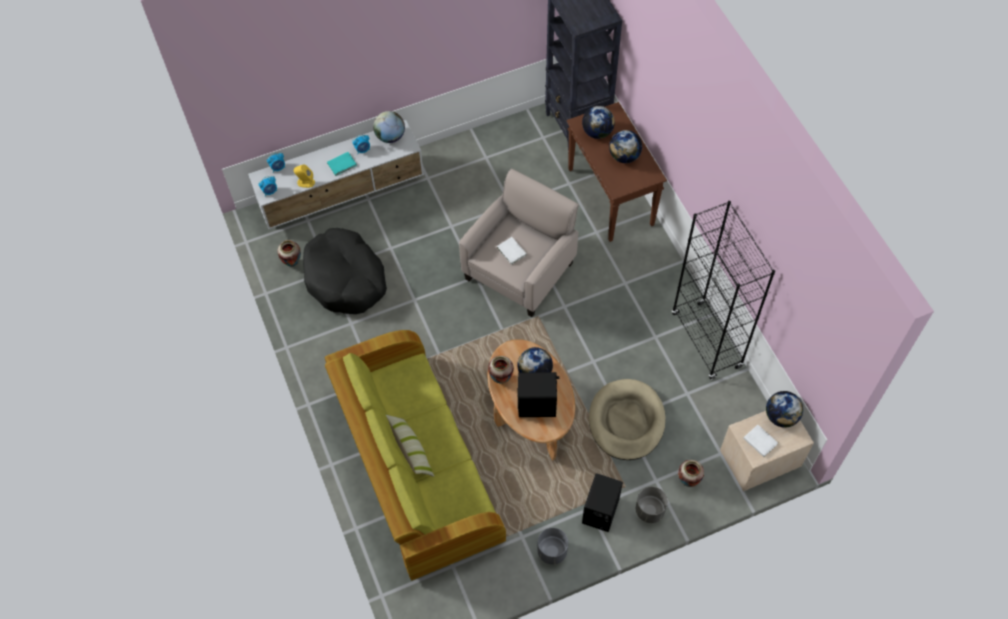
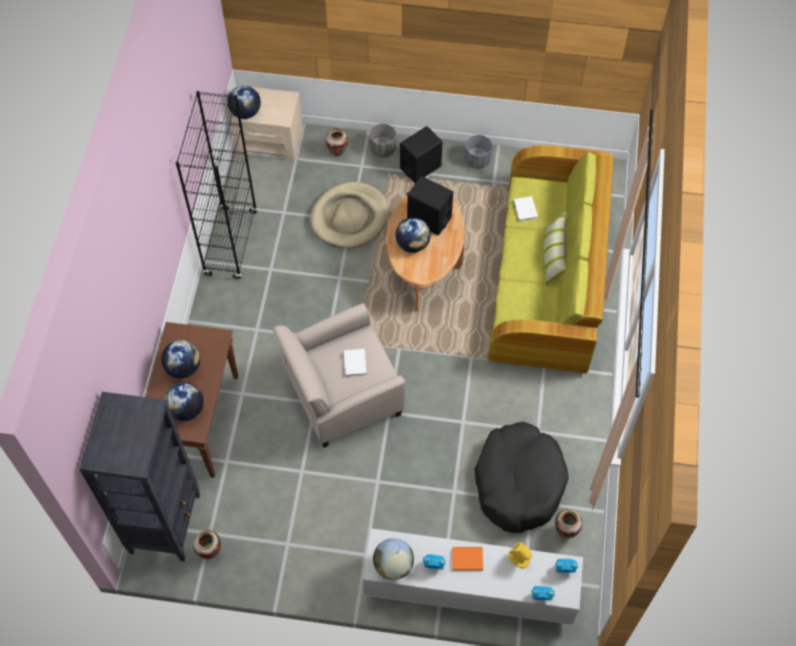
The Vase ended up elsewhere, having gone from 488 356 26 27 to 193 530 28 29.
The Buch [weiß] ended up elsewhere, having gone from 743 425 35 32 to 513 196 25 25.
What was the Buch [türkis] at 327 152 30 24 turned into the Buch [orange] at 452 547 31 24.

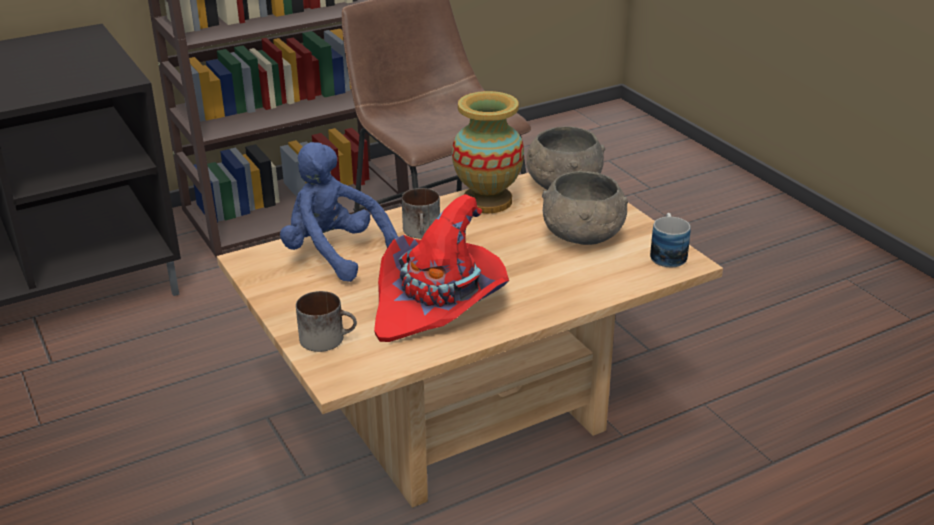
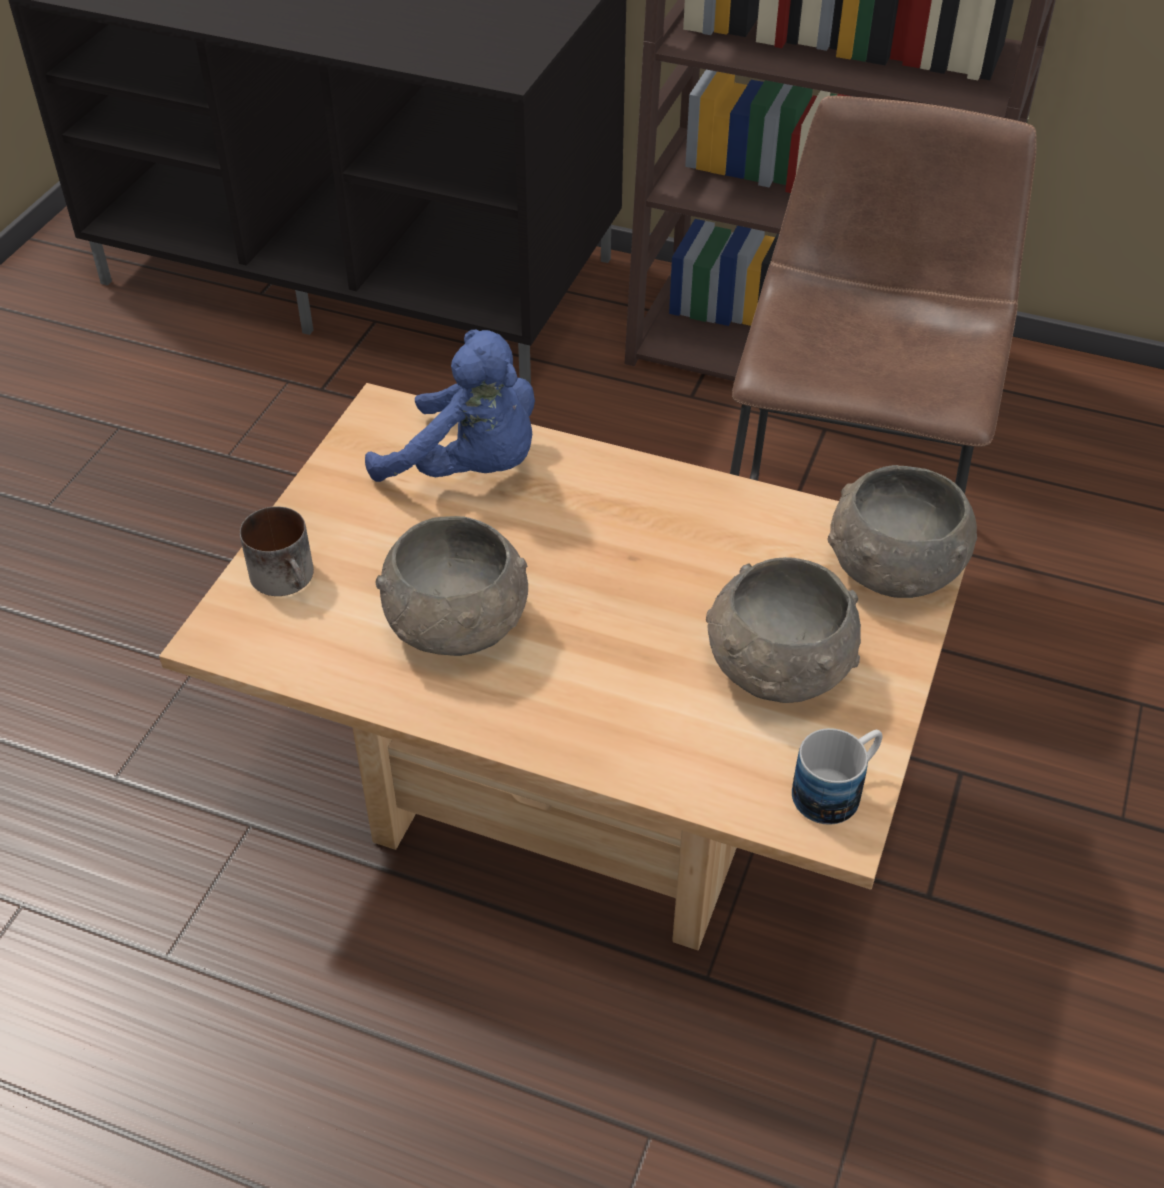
The second view lost the Henkelbecher at 402 188 38 50.
The second view lost the Vase at 452 91 72 122.
Where the Hut [rot] stood at 374 194 135 148, the Schüssel [grau] came to stand at 375 516 153 140.
The Plüschtier [blau] at 280 142 118 140 ended up facing another way, 120 degrees clockwise from before.

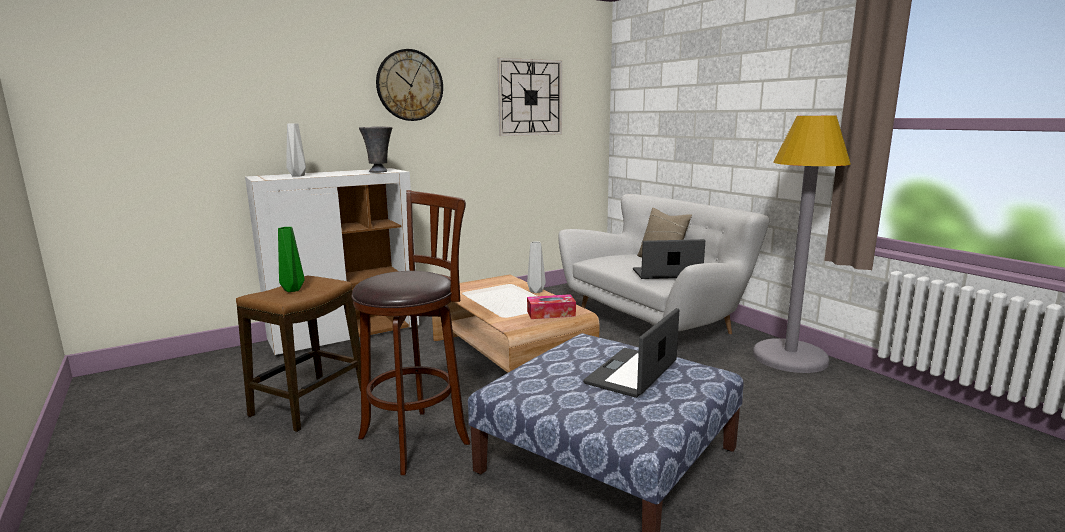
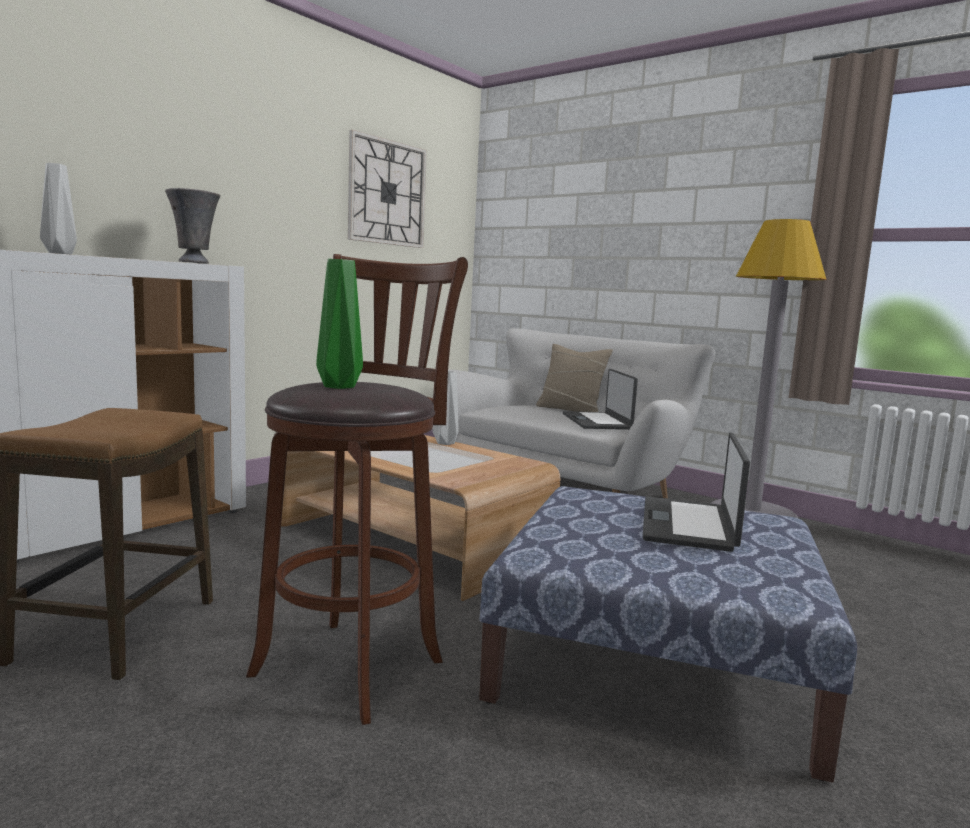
The second view lost the Wanduhr at 376 49 67 72.
The second view lost the Taschentuchbox at 527 294 49 25.
The Vase [grün] ended up elsewhere, having gone from 278 227 27 65 to 316 259 47 130.
The Laptop at 633 239 72 40 ended up facing another way, 75 degrees counterclockwise from before.

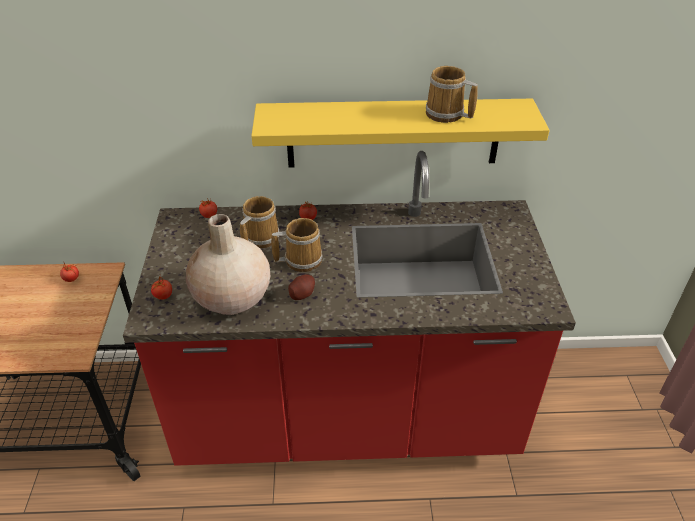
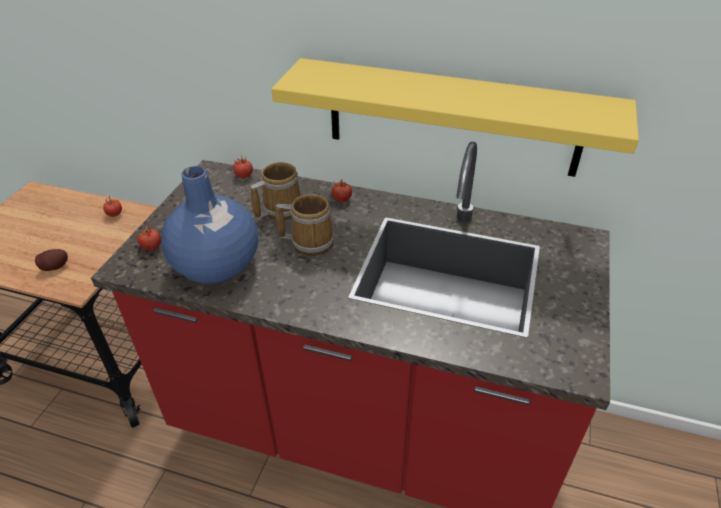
The second view lost the Henkelbecher at 426 66 52 57.
The Kartoffel ended up elsewhere, having gone from 288 274 27 26 to 35 249 33 22.
What was the Vase [beige] at 186 214 84 101 turned into the Vase [blau] at 161 166 97 118.

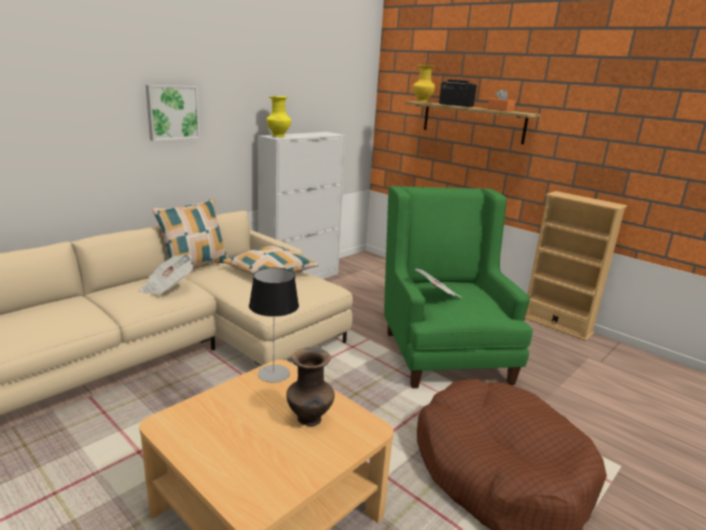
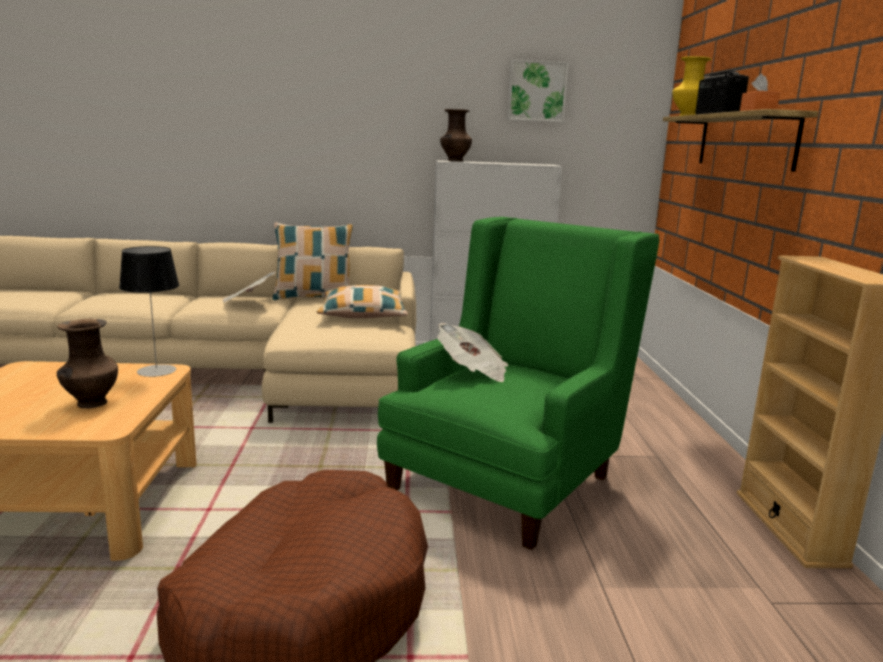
The Bild ended up elsewhere, having gone from 146 85 54 56 to 507 59 62 63.
What was the Vase [gelb] at 266 96 25 41 turned into the Vase [braun] at 440 109 32 53.

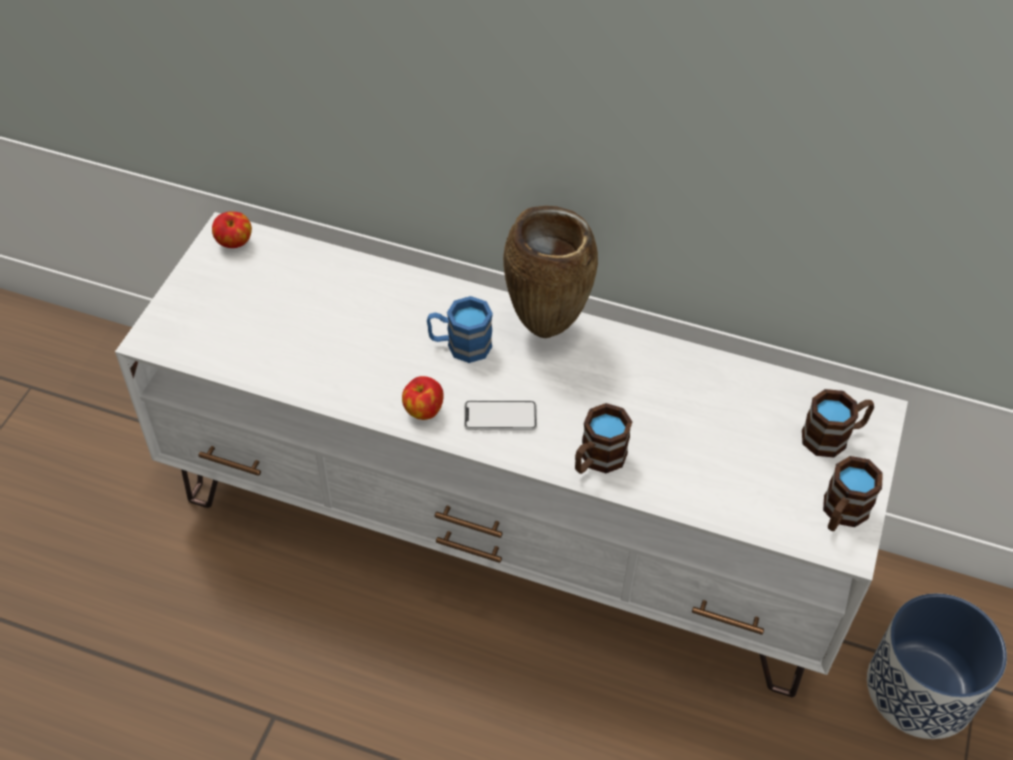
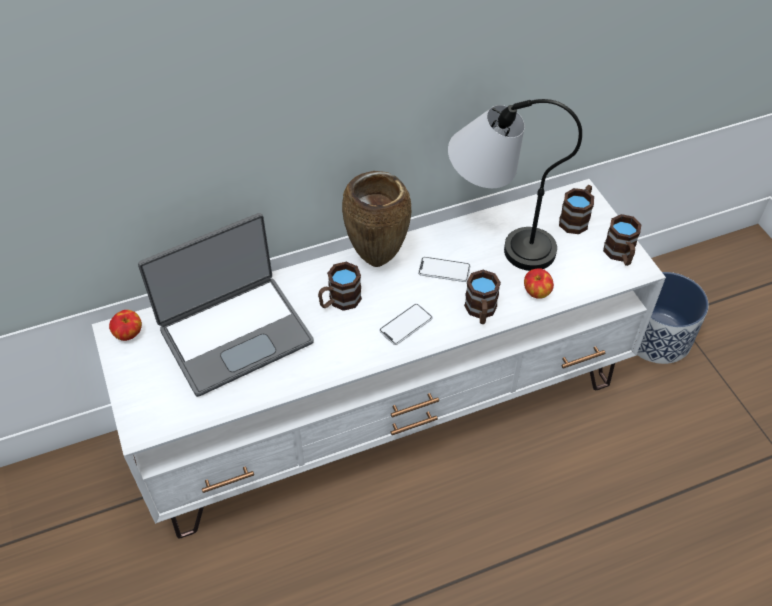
The second view gained the Laptop at 138 213 176 184.
The second view gained the Handy at 418 257 52 25.
The second view gained the Tischlampe at 448 99 134 172.
The Apfel ended up elsewhere, having gone from 402 376 42 44 to 524 268 30 31.
What was the Henkelbecher [blau] at 427 296 66 67 turned into the Henkelbecher [braun] at 318 262 44 49.

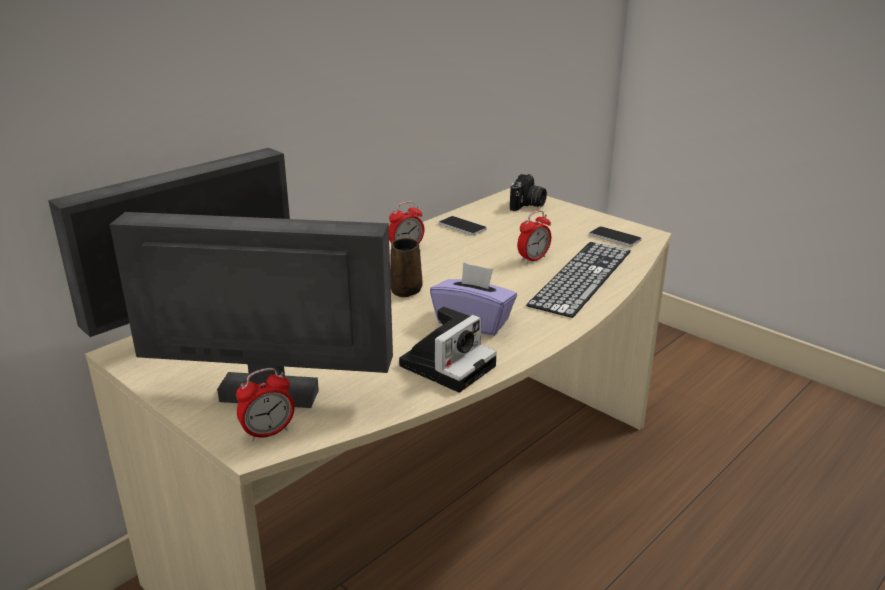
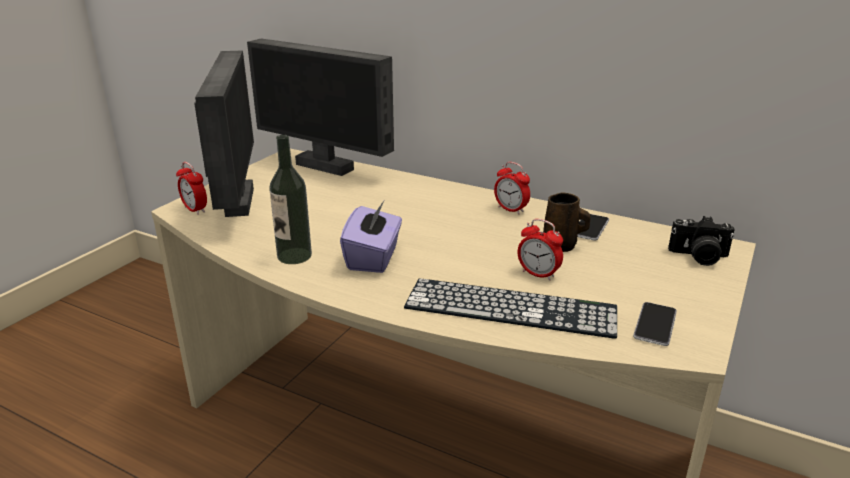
The Henkelbecher [braun] ended up elsewhere, having gone from 390 238 33 59 to 543 192 48 60.
Where the Kamera stood at 399 307 98 86, the Flasche came to stand at 269 135 43 129.

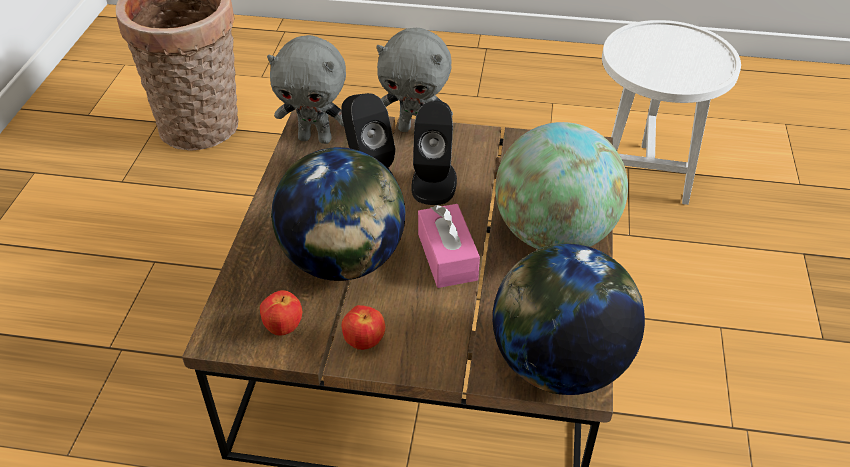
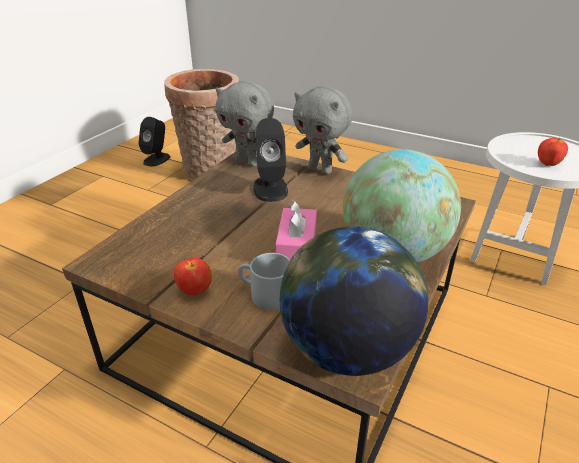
The second view lost the Globus at 271 147 134 134.
The second view gained the Henkelbecher [grau] at 238 253 52 57.
The Apfel ended up elsewhere, having gone from 260 290 42 46 to 538 138 30 28.
The Lautsprecher [schwarz] ended up elsewhere, having gone from 411 101 46 104 to 138 117 32 49.

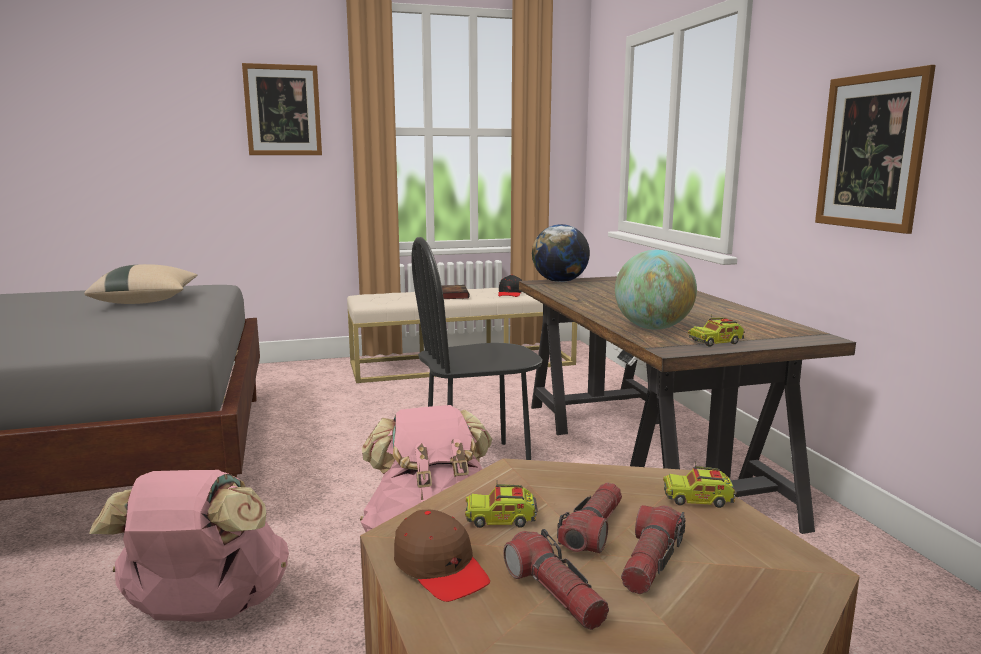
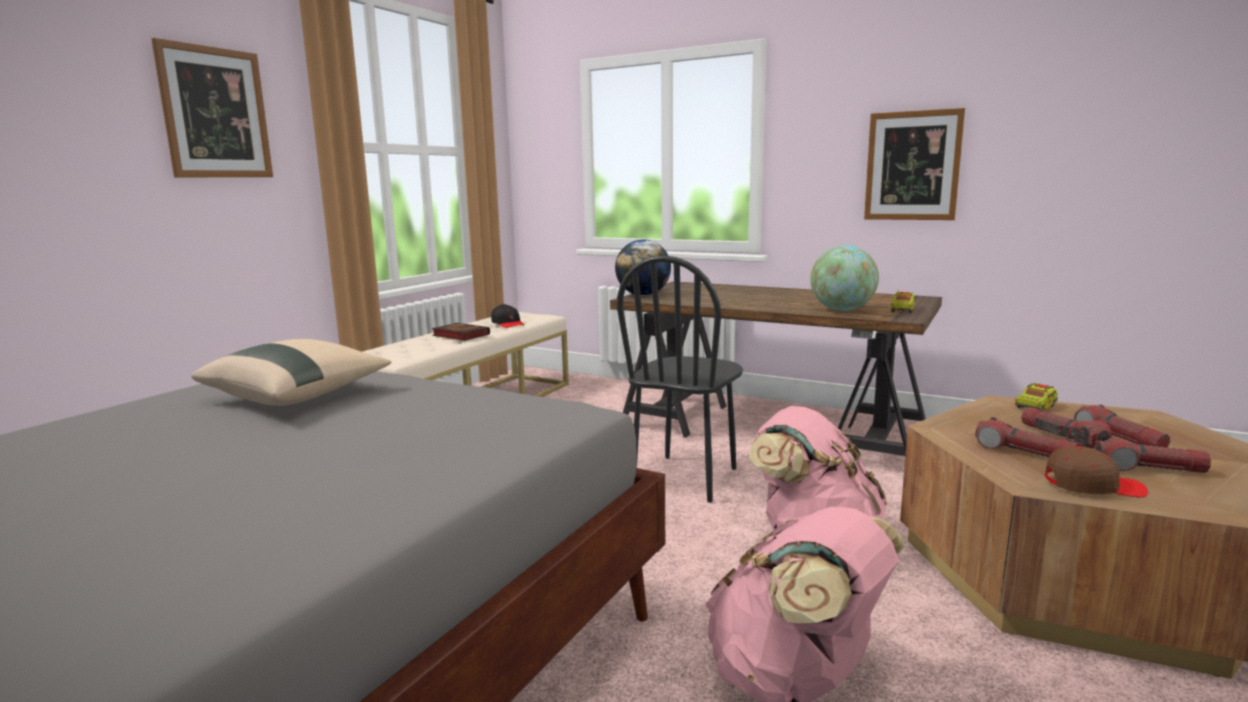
Where the Spielzeuglaster stood at 465 484 73 44, the Taschenlampe came to stand at 975 417 103 40.

